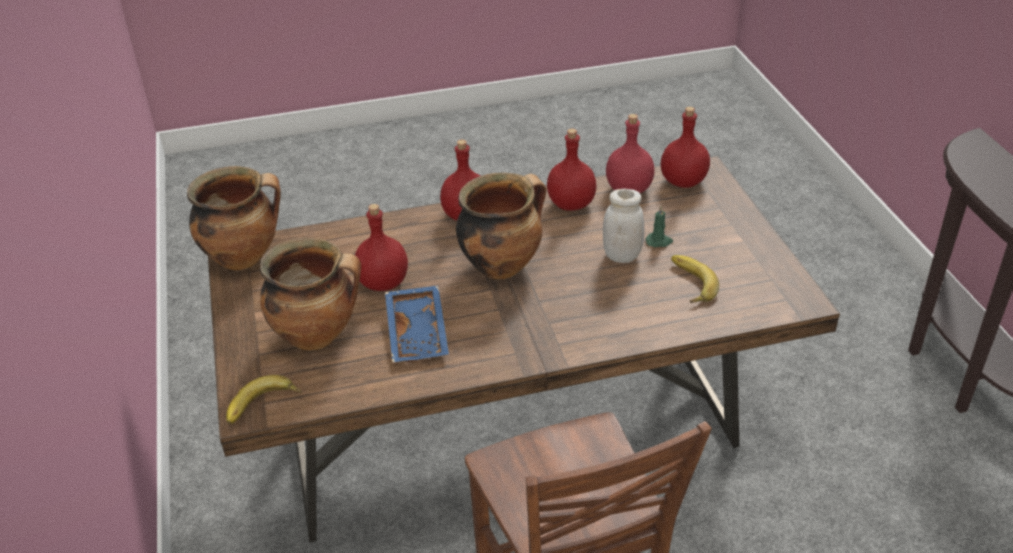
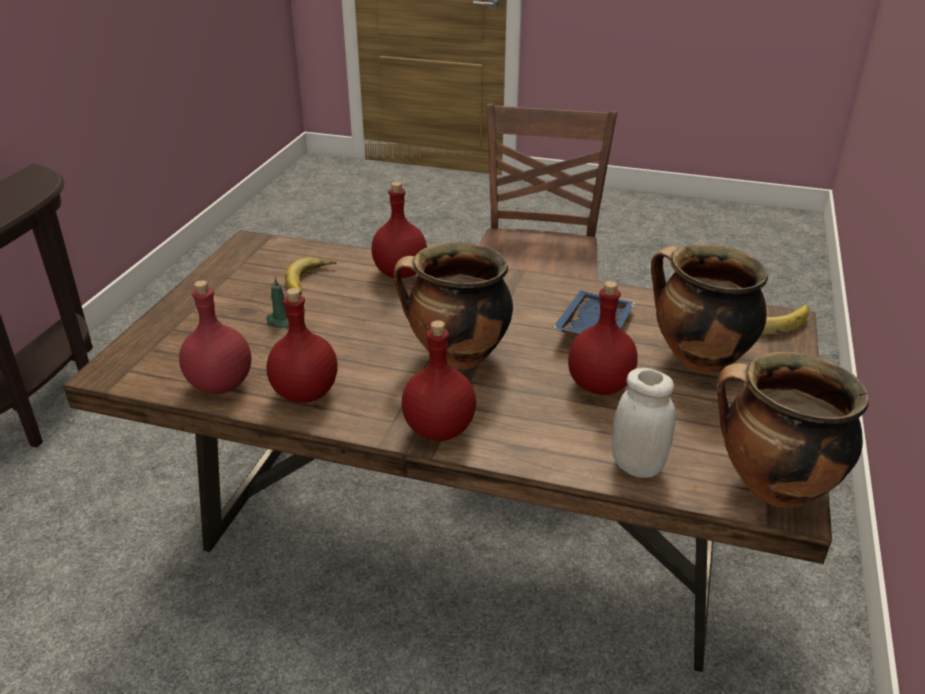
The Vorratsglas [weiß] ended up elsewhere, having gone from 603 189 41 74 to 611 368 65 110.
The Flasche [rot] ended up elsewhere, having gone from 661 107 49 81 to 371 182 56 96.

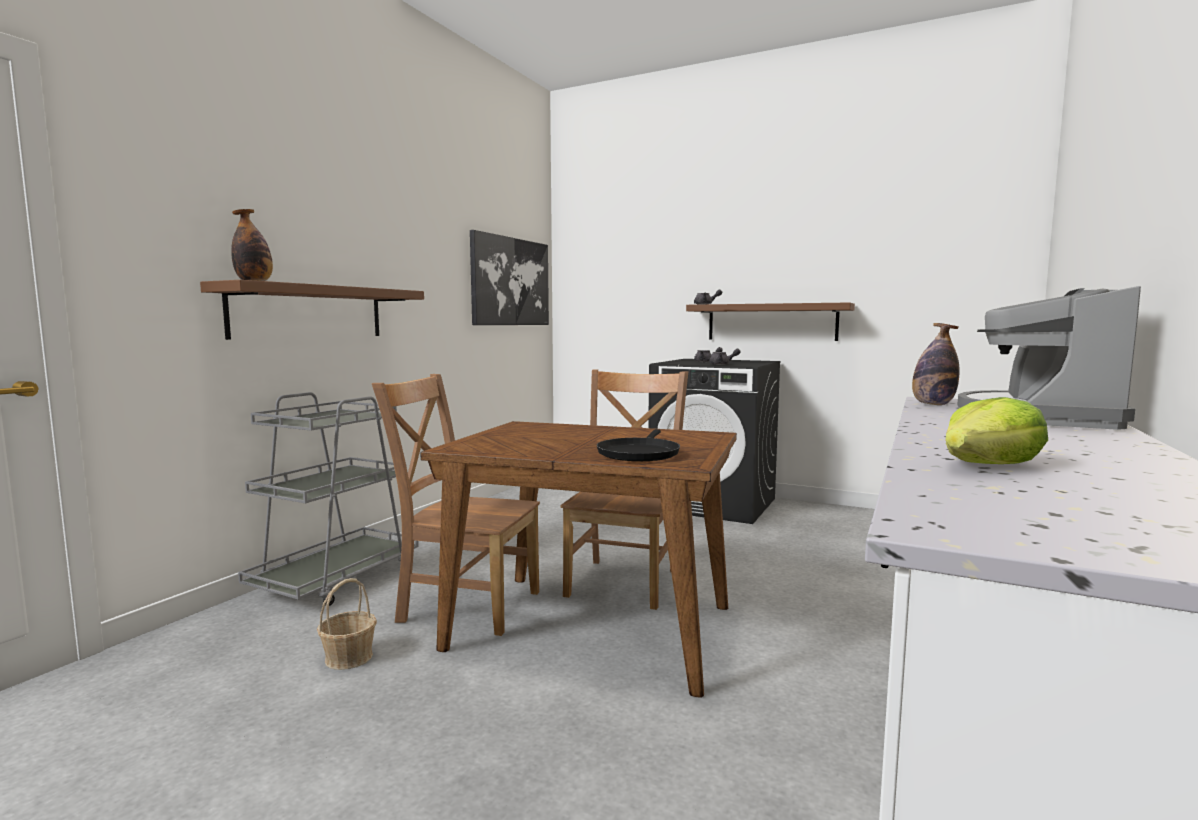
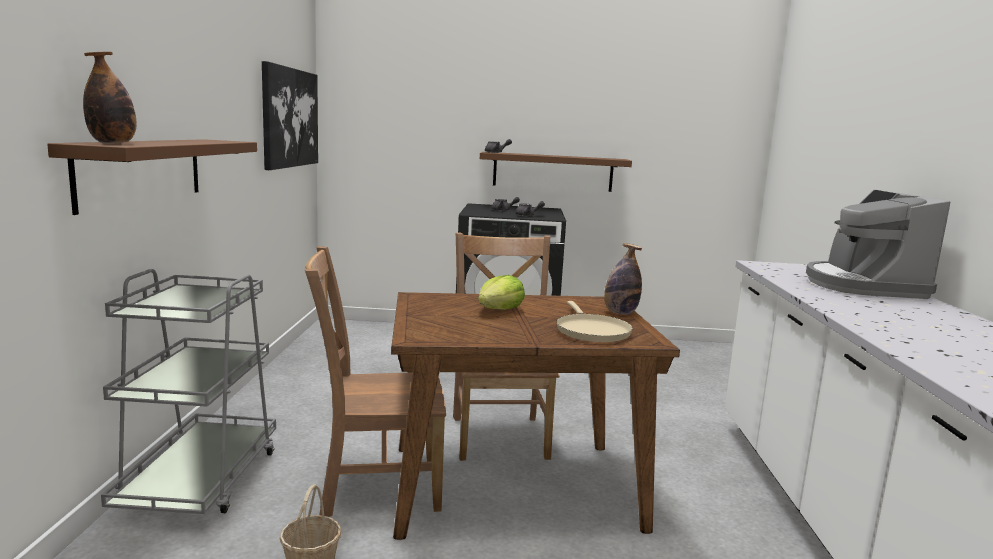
The Flasche ended up elsewhere, having gone from 912 323 47 82 to 604 243 38 72.
The Salatkopf ended up elsewhere, having gone from 945 397 103 67 to 478 275 47 35.
What was the Pfanne [schwarz] at 597 429 83 32 turned into the Pfanne [beige] at 556 301 77 41.

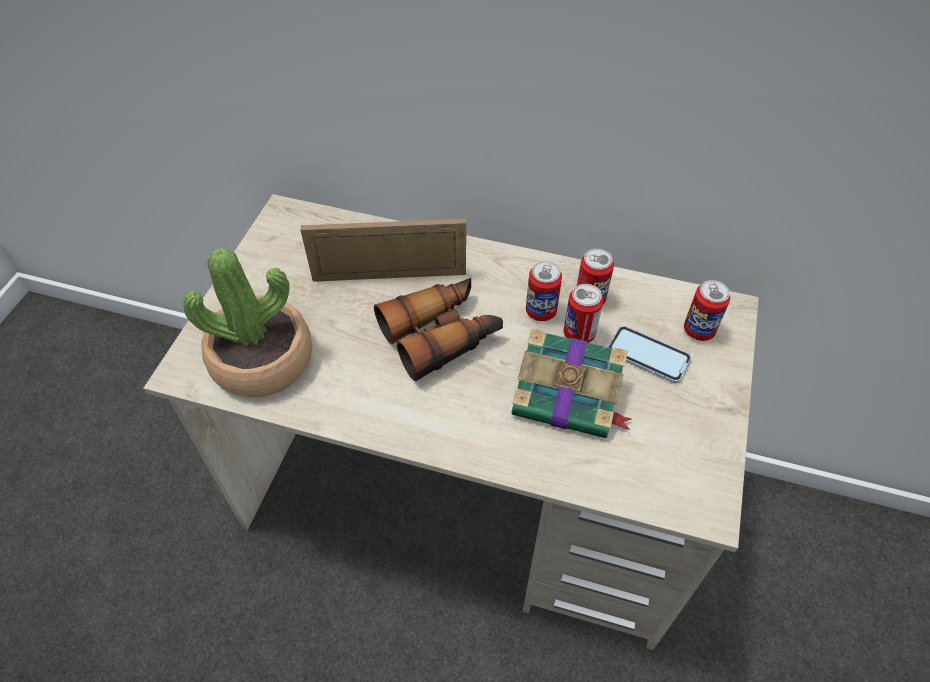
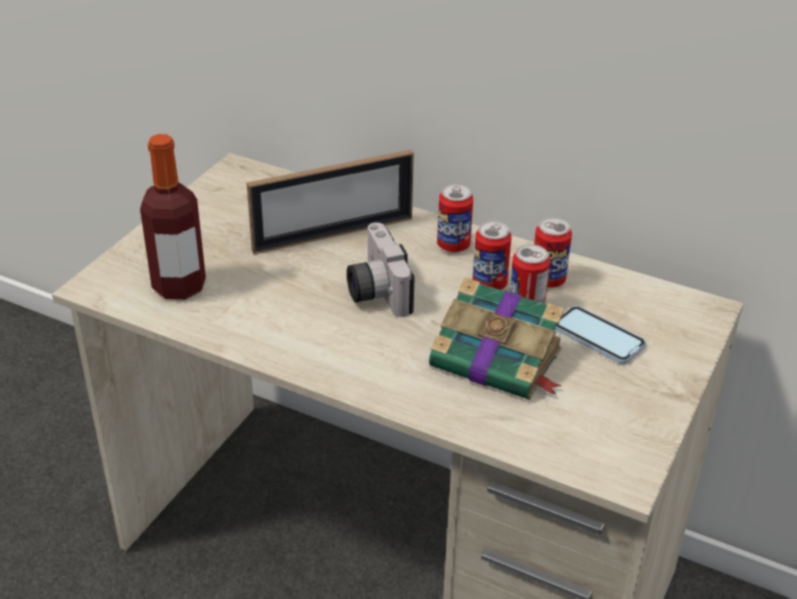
The Dose ended up elsewhere, having gone from 684 280 46 61 to 437 184 36 68.
Where the Topfpflanze stood at 183 248 129 149, the Flasche came to stand at 140 134 66 166.
Where the Fernglas stood at 374 278 129 104, the Kamera came to stand at 347 222 68 95.
The Bilderrahmen at 301 219 165 63 ended up facing another way, 150 degrees clockwise from before.

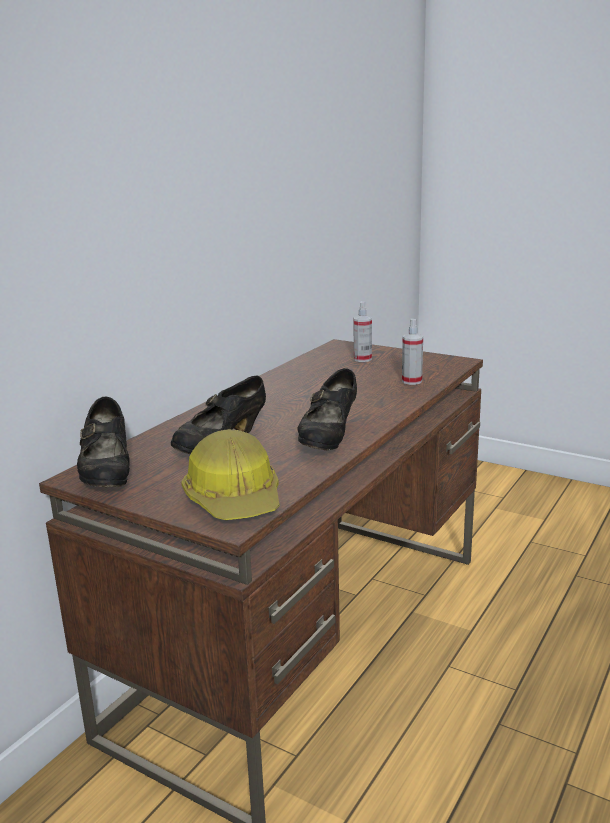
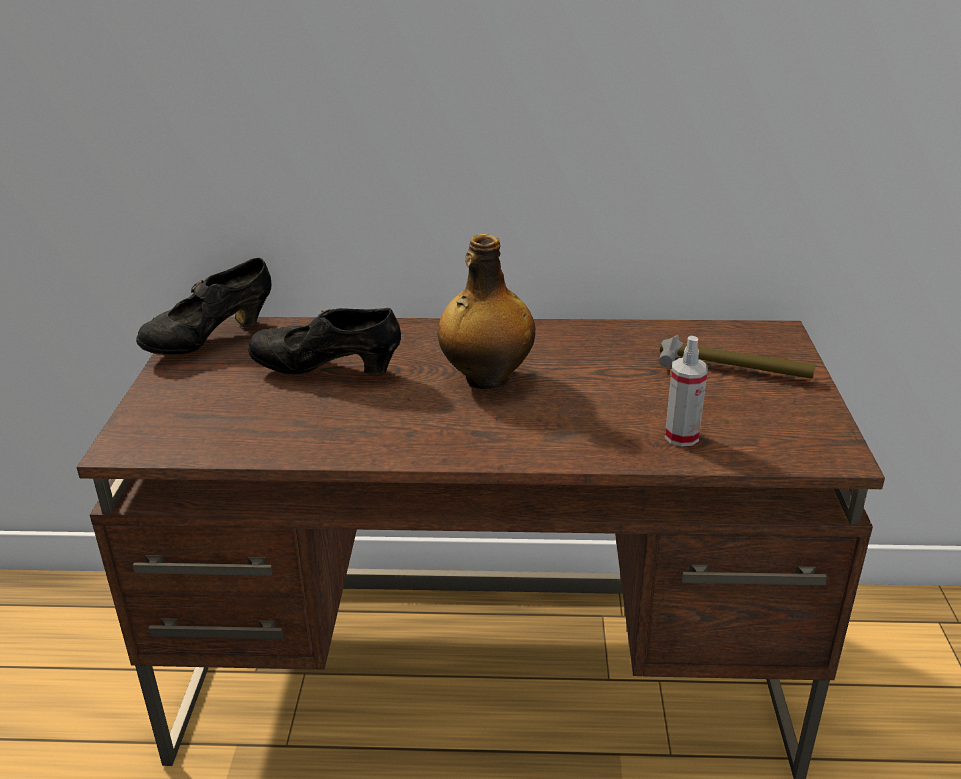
The second view lost the Schutzhelm at 181 429 99 91.
The second view lost the Schuh [schwarz] at 298 368 59 82.
The second view gained the Flasche at 437 234 99 155.
Where the Sprühflasche stood at 353 301 19 61, the Hammer came to stand at 659 335 156 44.

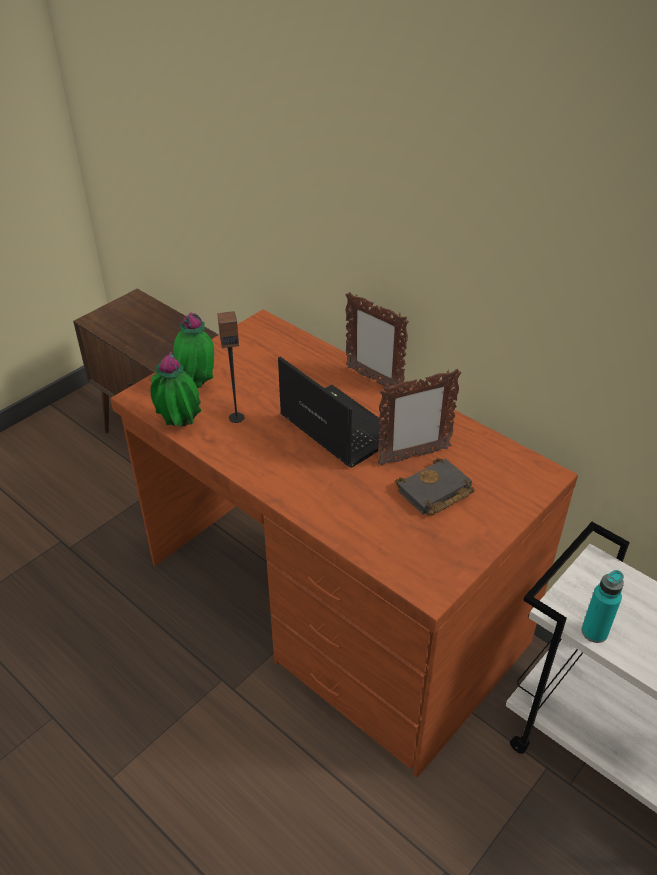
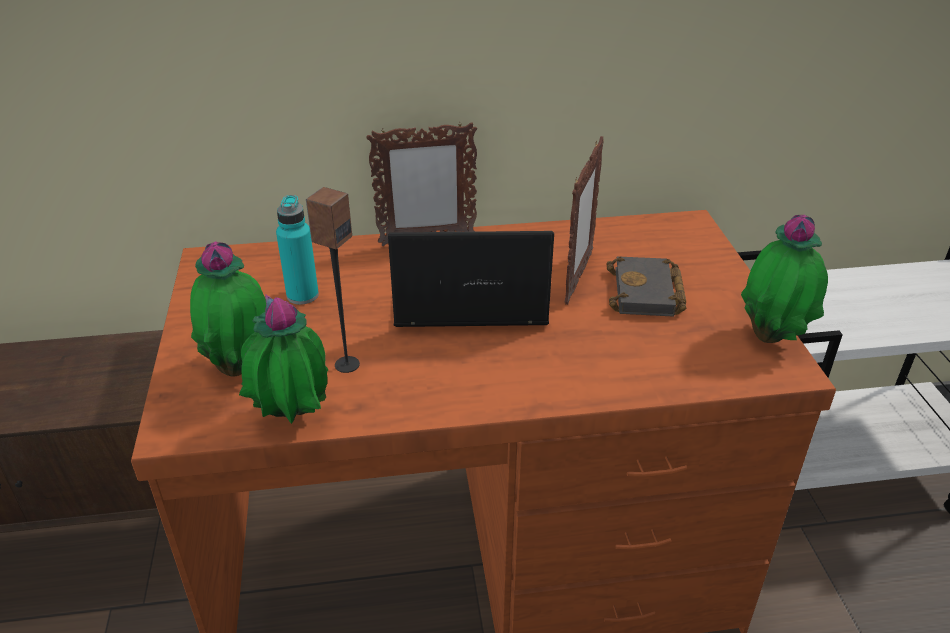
The second view gained the Topfpflanze at 741 215 87 128.
The Flasche [türkis] ended up elsewhere, having gone from 581 570 43 73 to 276 195 43 110.

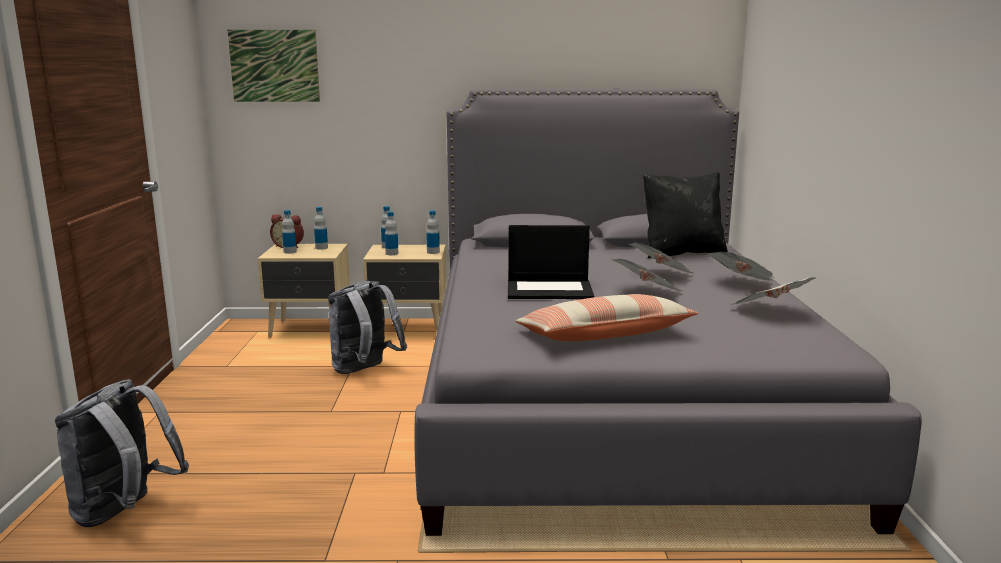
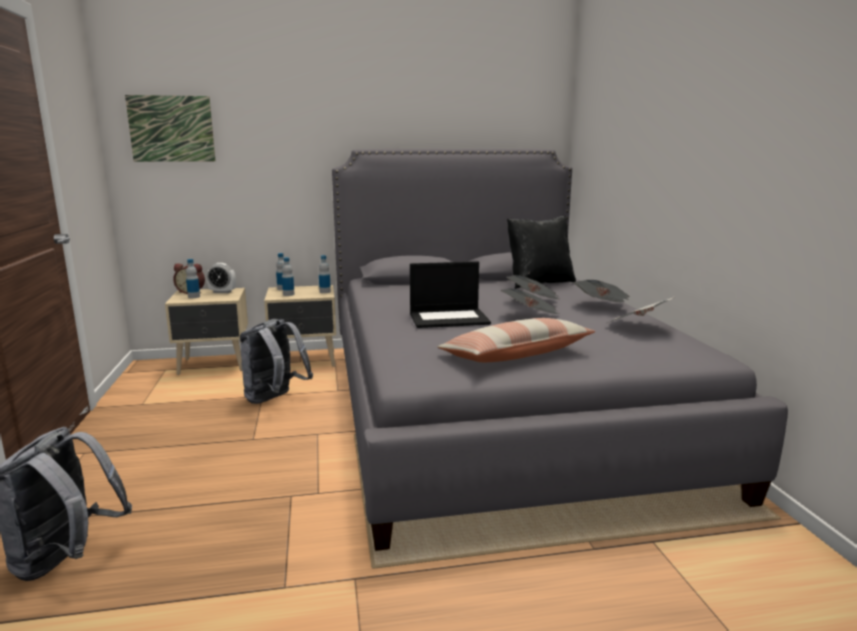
Where the Flasche stood at 314 207 14 43, the Wecker came to stand at 206 263 30 30.

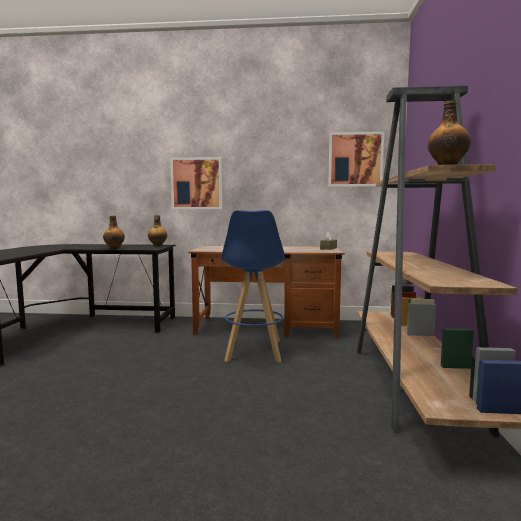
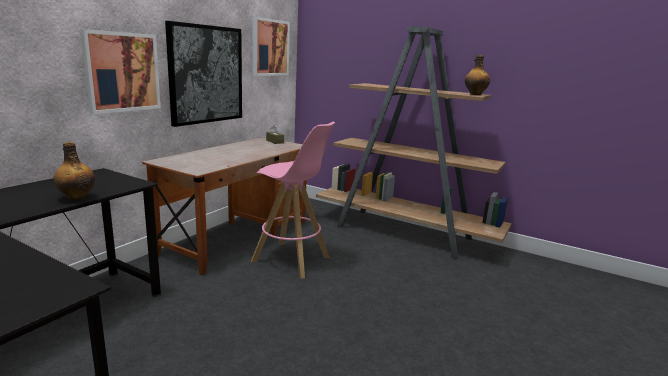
The second view lost the Flasche at 148 215 19 31.
The second view gained the Bild at 165 21 77 106.
What was the Hocker [blau] at 222 210 64 153 turned into the Hocker [rosa] at 251 122 84 156.

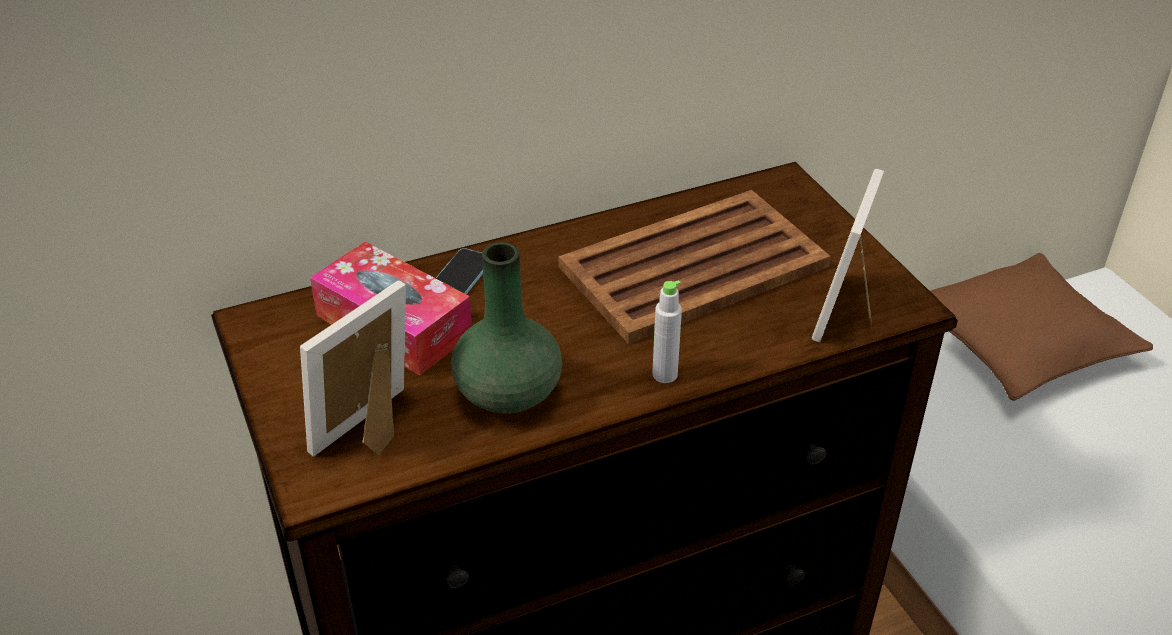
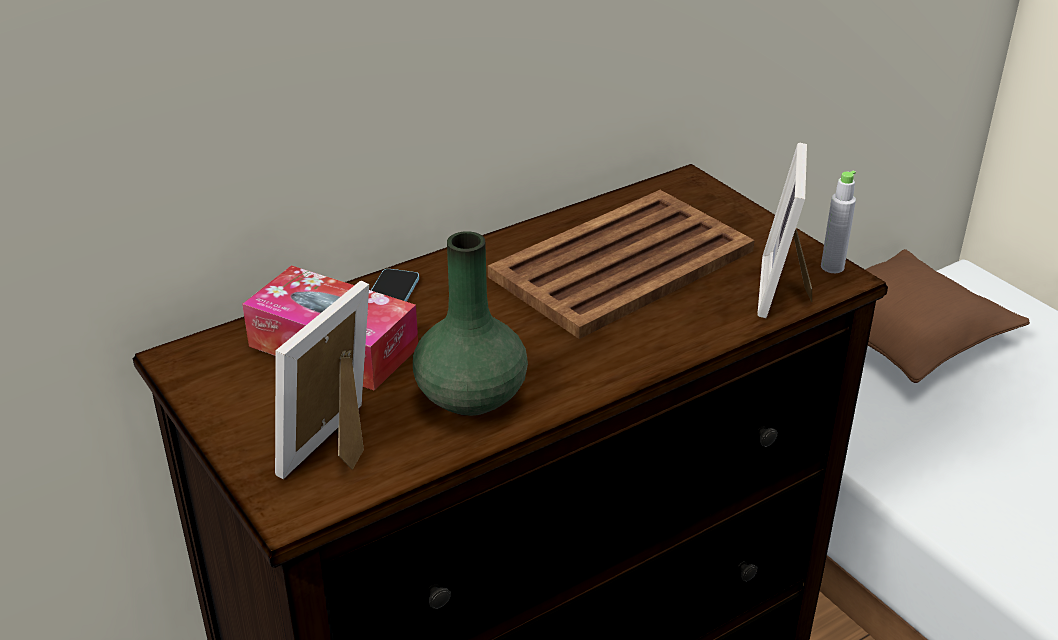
The Flasche [grau] ended up elsewhere, having gone from 652 280 30 103 to 821 171 35 102.

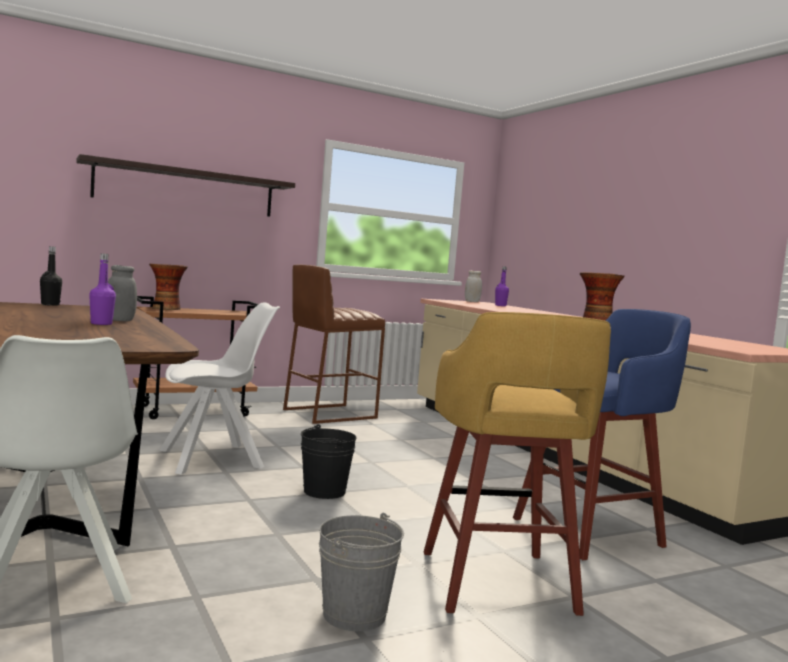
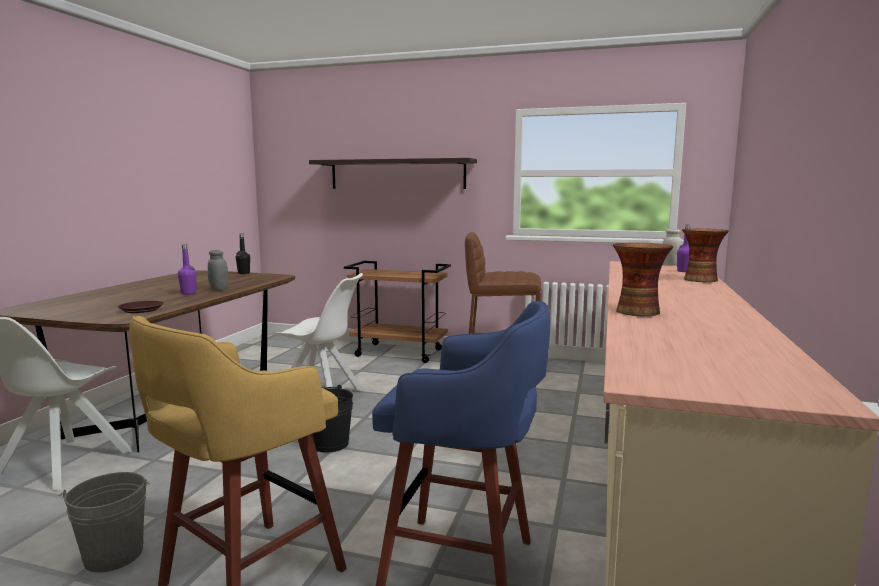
The second view gained the Teller [braun] at 118 301 45 12.
The Vase ended up elsewhere, having gone from 149 264 39 46 to 682 229 47 53.

